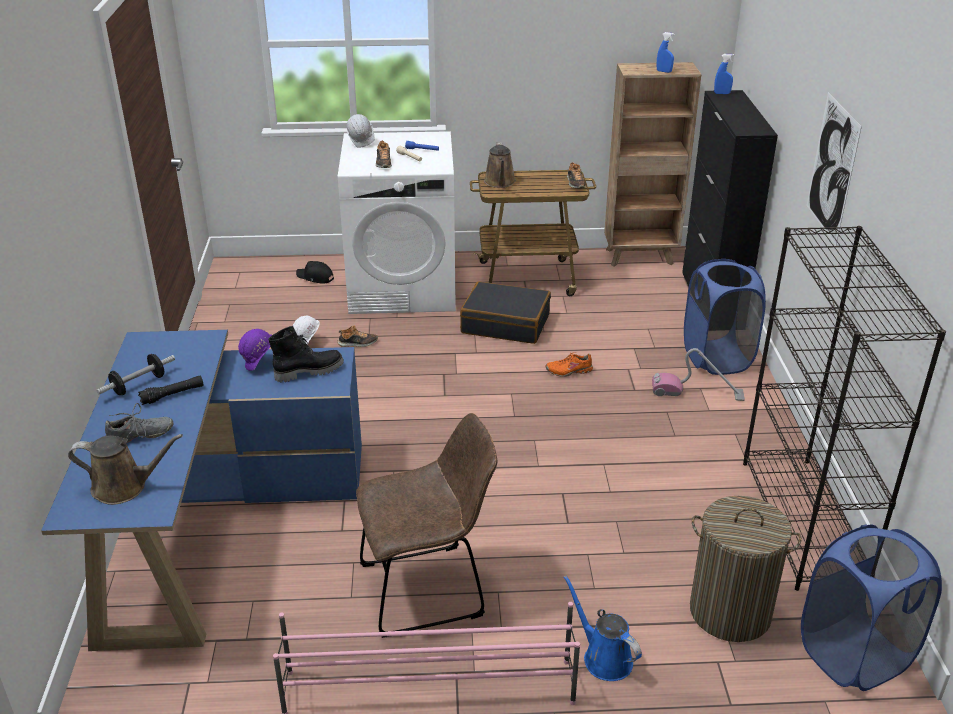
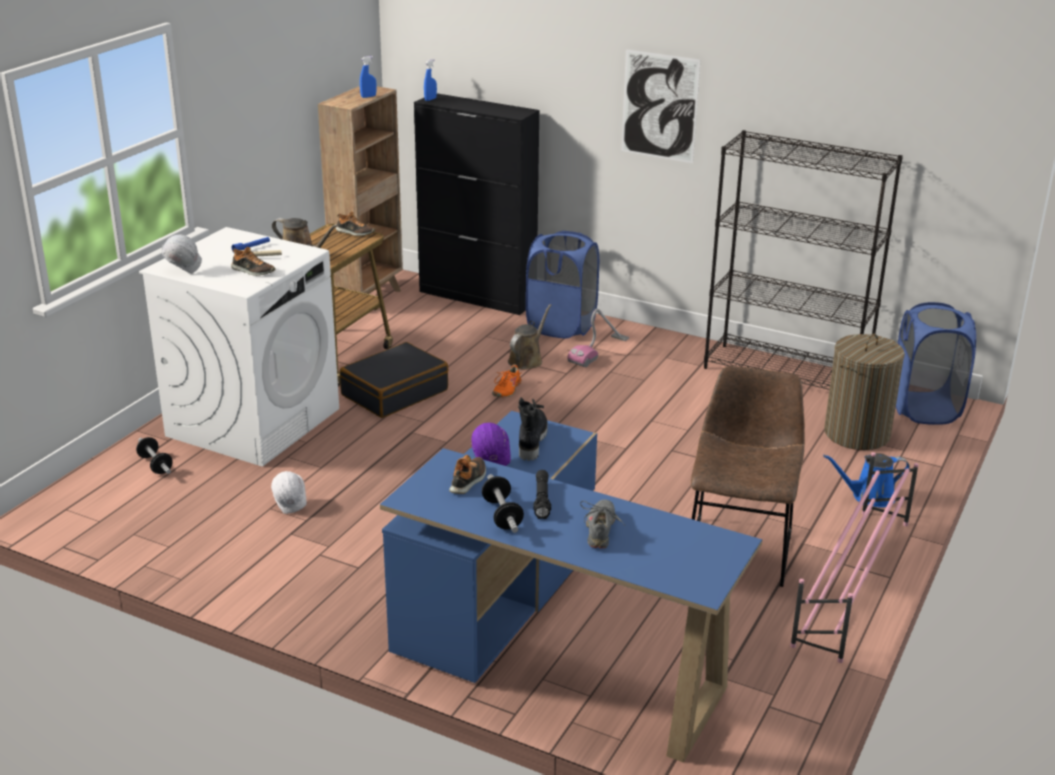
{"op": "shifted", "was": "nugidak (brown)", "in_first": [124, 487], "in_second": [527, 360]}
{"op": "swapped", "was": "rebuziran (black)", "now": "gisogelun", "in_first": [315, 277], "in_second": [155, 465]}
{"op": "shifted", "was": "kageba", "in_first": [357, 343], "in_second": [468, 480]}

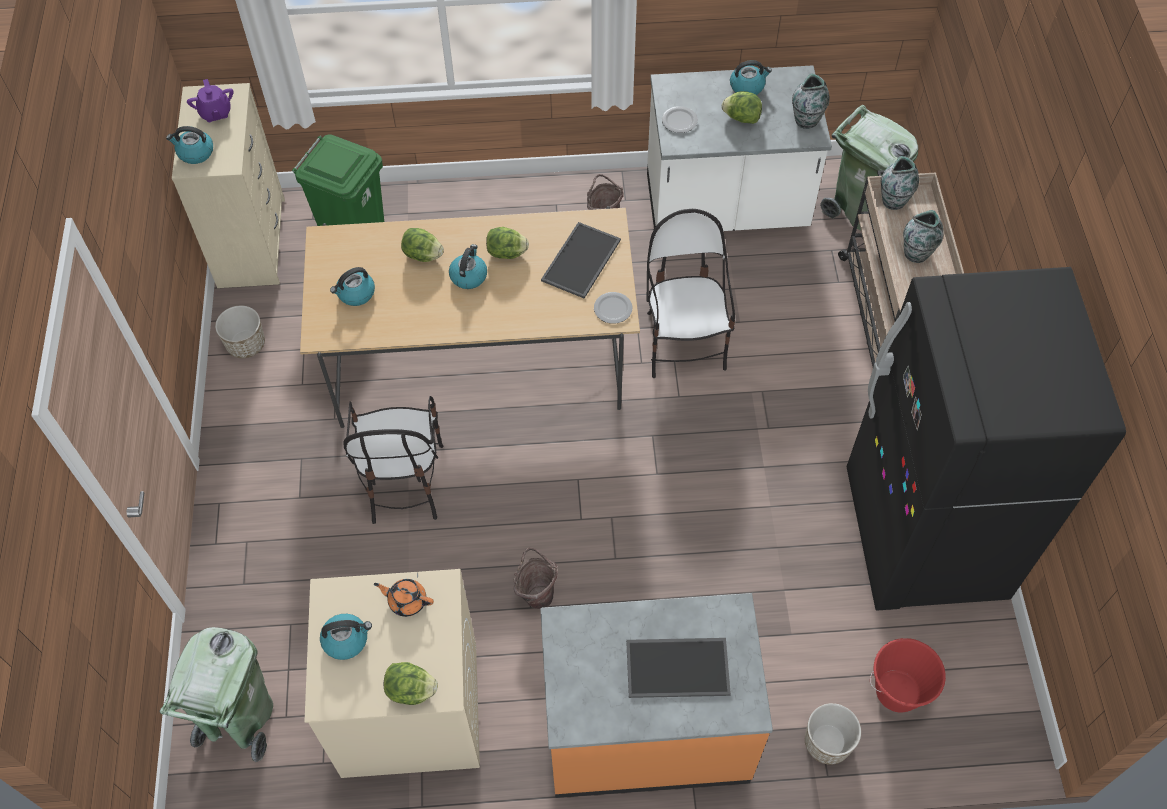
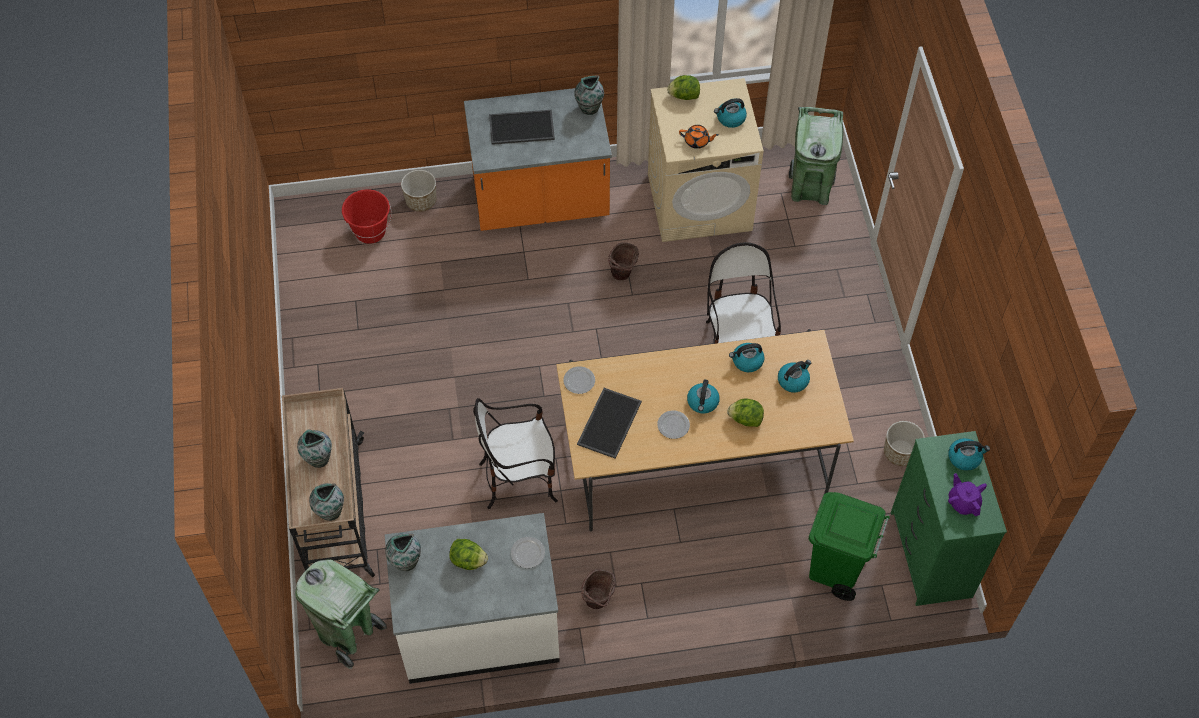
{"op": "repainted", "was": "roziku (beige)", "now": "roziku (green)", "in_first": [252, 242], "in_second": [930, 554]}
{"op": "swapped", "was": "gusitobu", "now": "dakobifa", "in_first": [507, 253], "in_second": [673, 426]}
{"op": "rotated", "was": "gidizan", "in_first": [684, 343], "in_second": [519, 478], "clockwise": 90}
{"op": "shifted", "was": "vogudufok", "in_first": [747, 86], "in_second": [747, 361]}
{"op": "gone", "was": "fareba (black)", "in_first": [923, 536]}
{"op": "new", "now": "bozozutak", "in_second": [589, 108]}

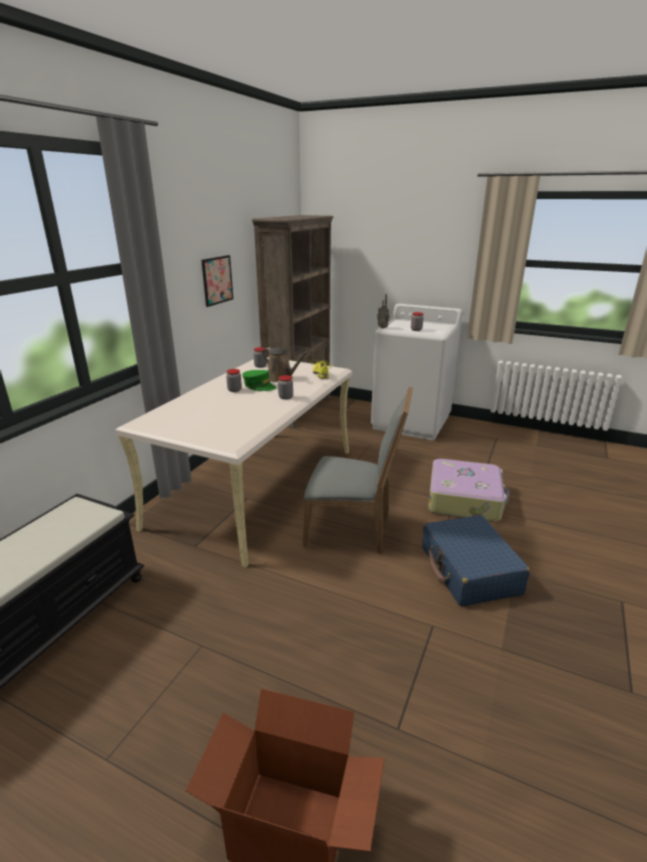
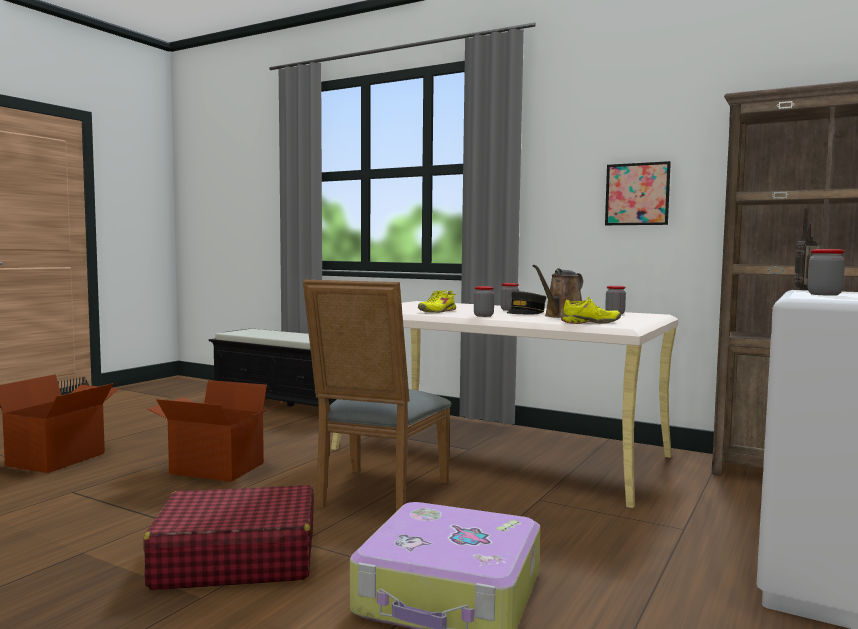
{"op": "repainted", "was": "rebuziran (green)", "now": "rebuziran (grey)", "in_first": [259, 386], "in_second": [526, 313]}
{"op": "repainted", "was": "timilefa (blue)", "now": "timilefa (red)", "in_first": [469, 570], "in_second": [236, 559]}
{"op": "new", "now": "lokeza", "in_second": [216, 469]}
{"op": "new", "now": "kageba (yellow)", "in_second": [437, 311]}

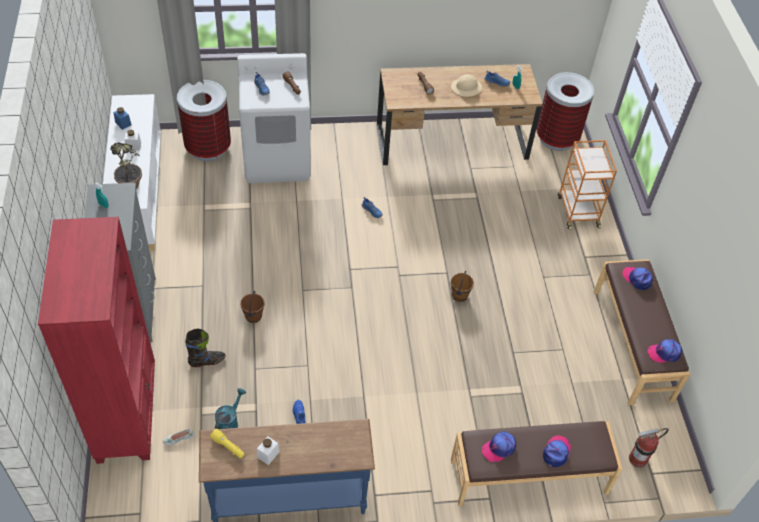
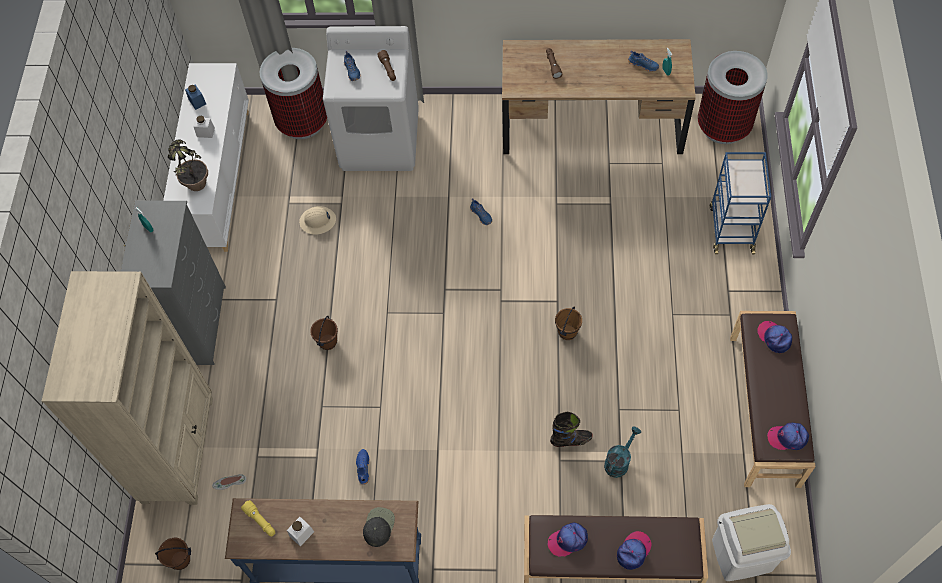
{"op": "repainted", "was": "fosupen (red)", "now": "fosupen (beige)", "in_first": [127, 413], "in_second": [179, 449]}
{"op": "shifted", "was": "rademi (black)", "in_first": [207, 361], "in_second": [571, 440]}
{"op": "shifted", "was": "nugidak (turquoise)", "in_first": [229, 422], "in_second": [619, 461]}
{"op": "shifted", "was": "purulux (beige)", "in_first": [466, 88], "in_second": [318, 221]}
{"op": "repainted", "was": "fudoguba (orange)", "now": "fudoguba (blue)", "in_first": [577, 211], "in_second": [731, 228]}
{"op": "swapped", "was": "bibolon", "now": "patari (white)", "in_first": [637, 459], "in_second": [742, 555]}
{"op": "new", "now": "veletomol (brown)", "in_second": [180, 560]}
{"op": "new", "now": "rebuziran (black)", "in_second": [378, 526]}

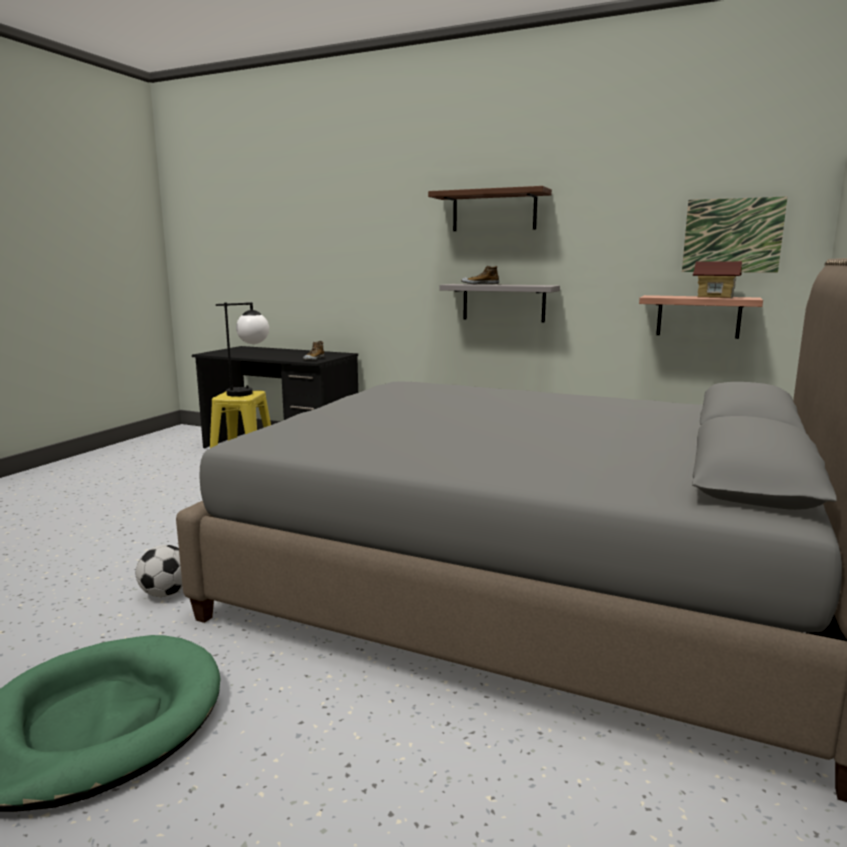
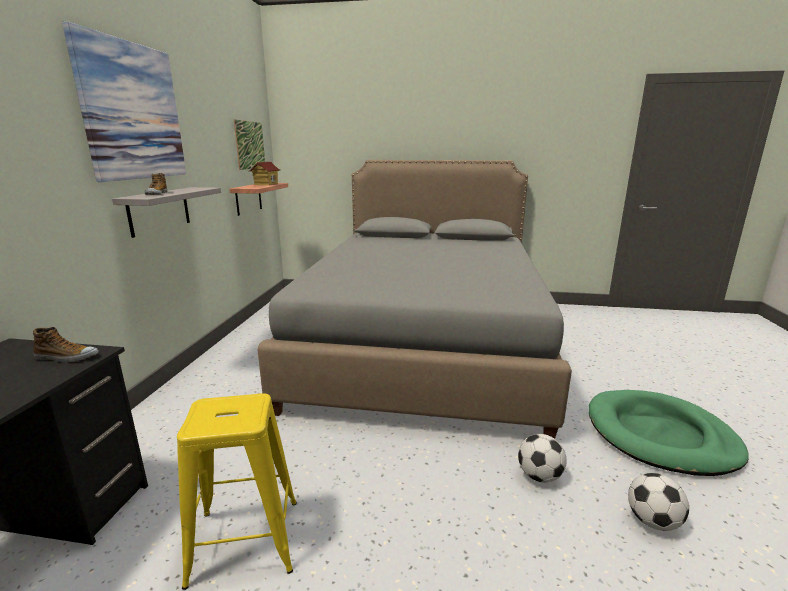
{"op": "gone", "was": "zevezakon", "in_first": [249, 392]}
{"op": "swapped", "was": "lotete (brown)", "now": "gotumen", "in_first": [494, 211], "in_second": [132, 112]}
{"op": "new", "now": "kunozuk", "in_second": [653, 521]}

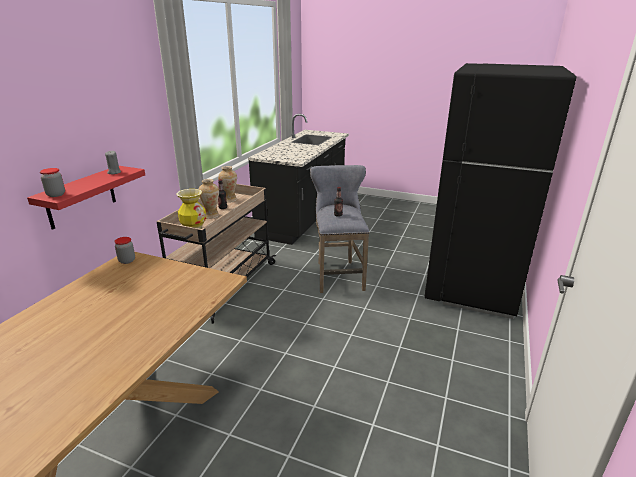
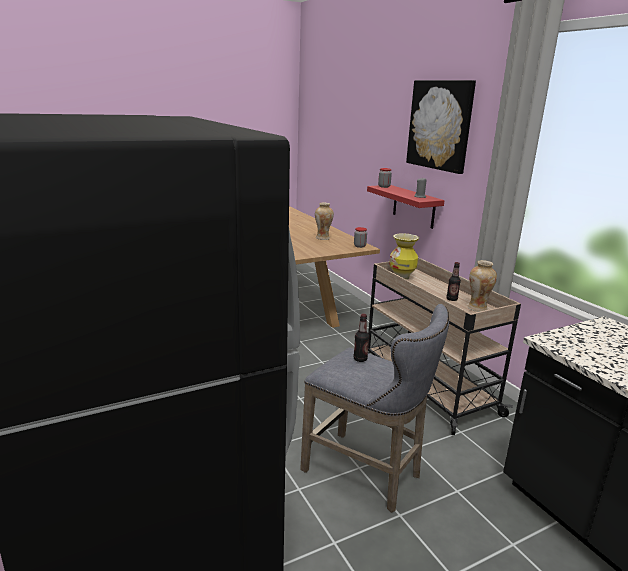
{"op": "shifted", "was": "bozozutak", "in_first": [211, 216], "in_second": [323, 238]}
{"op": "new", "now": "gotumen", "in_second": [440, 125]}

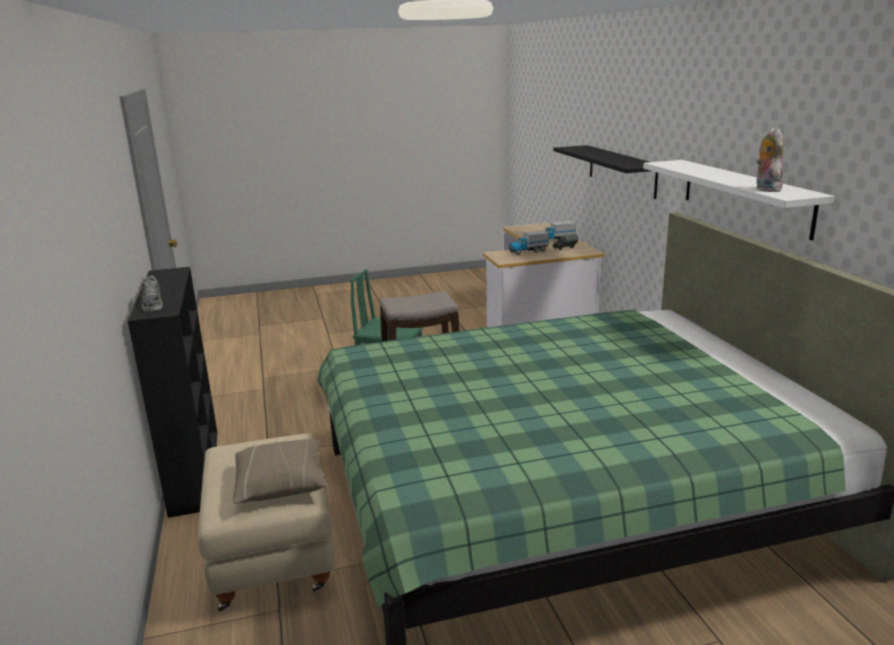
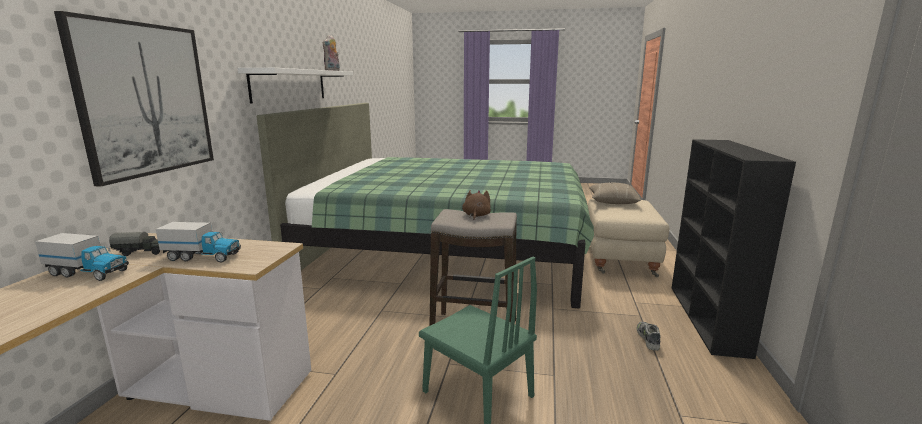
{"op": "shifted", "was": "kageba", "in_first": [152, 304], "in_second": [648, 339]}
{"op": "swapped", "was": "lotete (black)", "now": "gotumen", "in_first": [621, 170], "in_second": [146, 100]}
{"op": "new", "now": "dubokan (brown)", "in_second": [476, 215]}

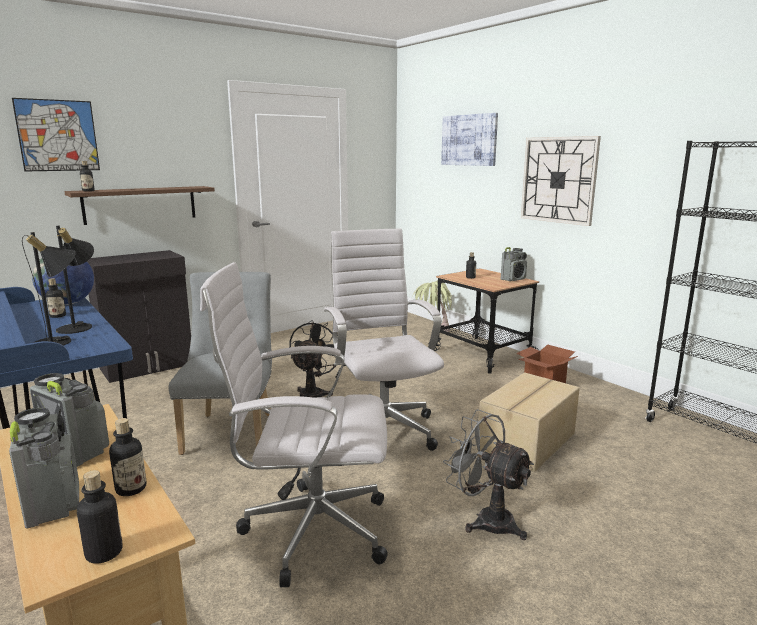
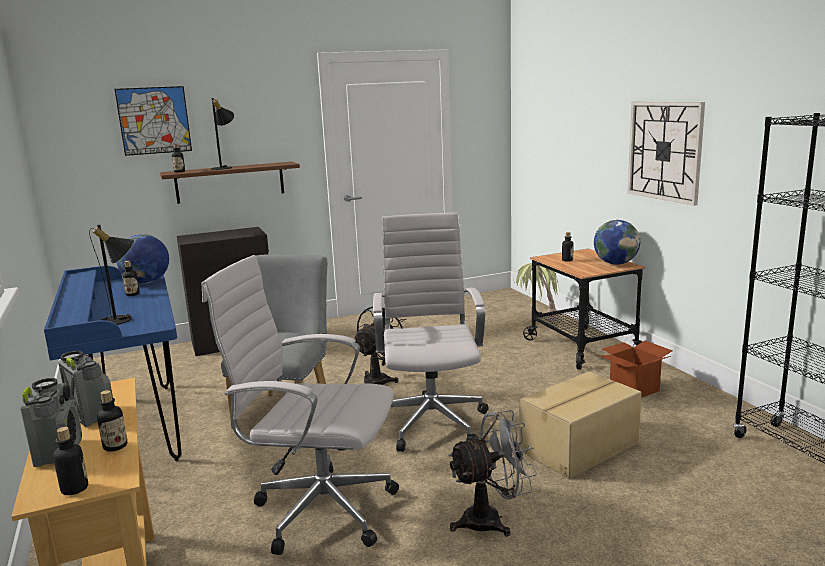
{"op": "shifted", "was": "zevezakon (black)", "in_first": [79, 326], "in_second": [224, 168]}
{"op": "gone", "was": "gotumen", "in_first": [469, 140]}
{"op": "rotated", "was": "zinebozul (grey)", "in_first": [486, 519], "in_second": [491, 520], "clockwise": 105}
{"op": "swapped", "was": "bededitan", "now": "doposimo", "in_first": [513, 279], "in_second": [615, 263]}

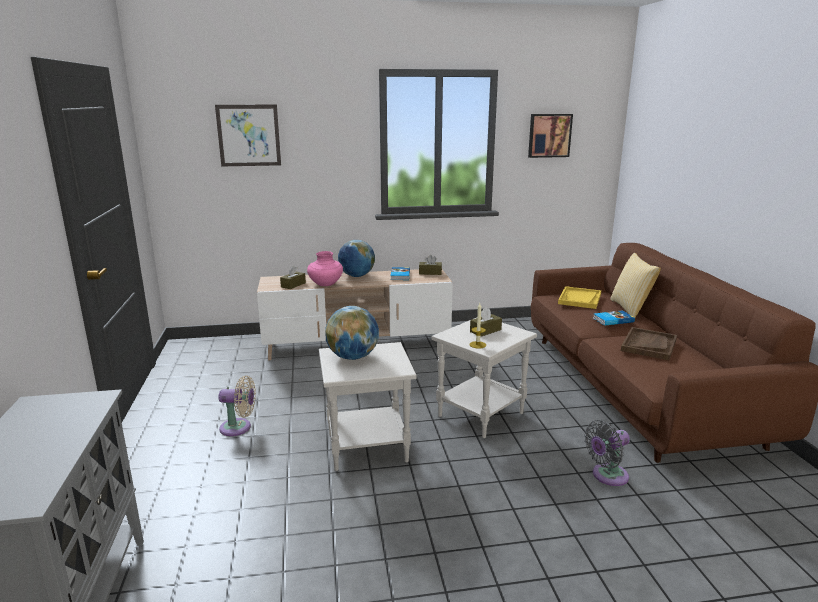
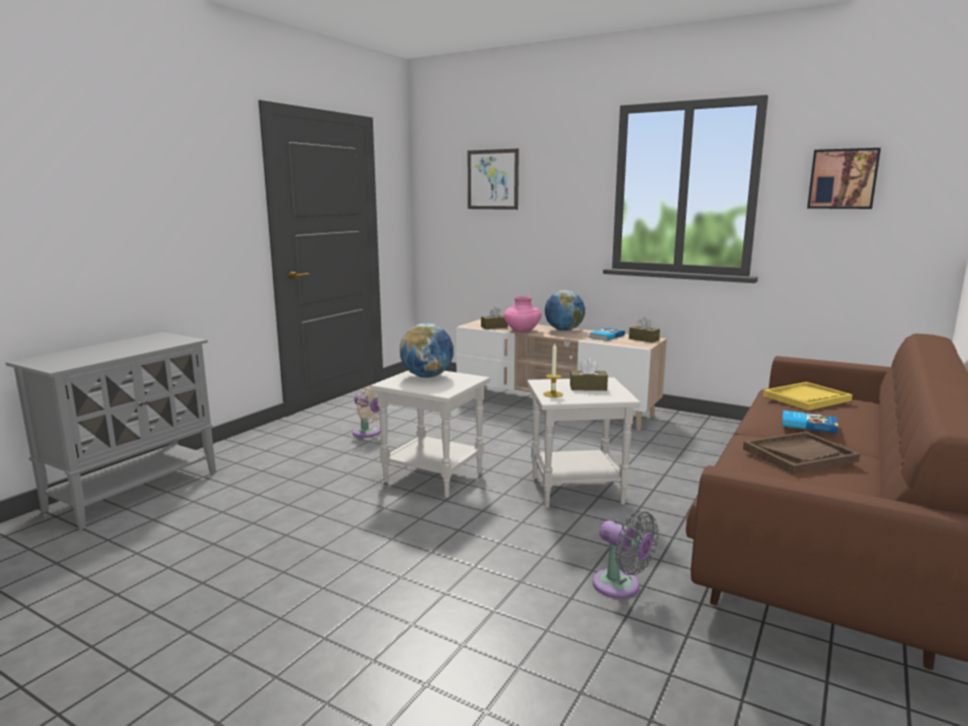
{"op": "rotated", "was": "zinebozul (grey)", "in_first": [607, 476], "in_second": [620, 587], "clockwise": -150}
{"op": "gone", "was": "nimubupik", "in_first": [631, 309]}

